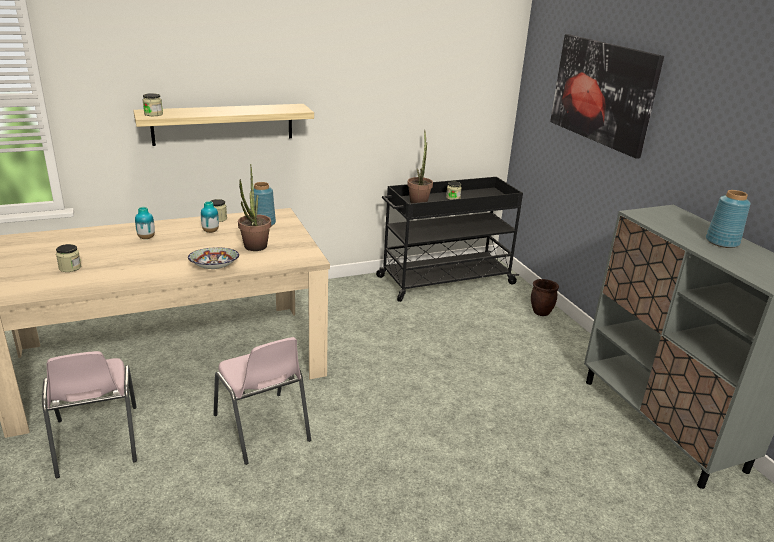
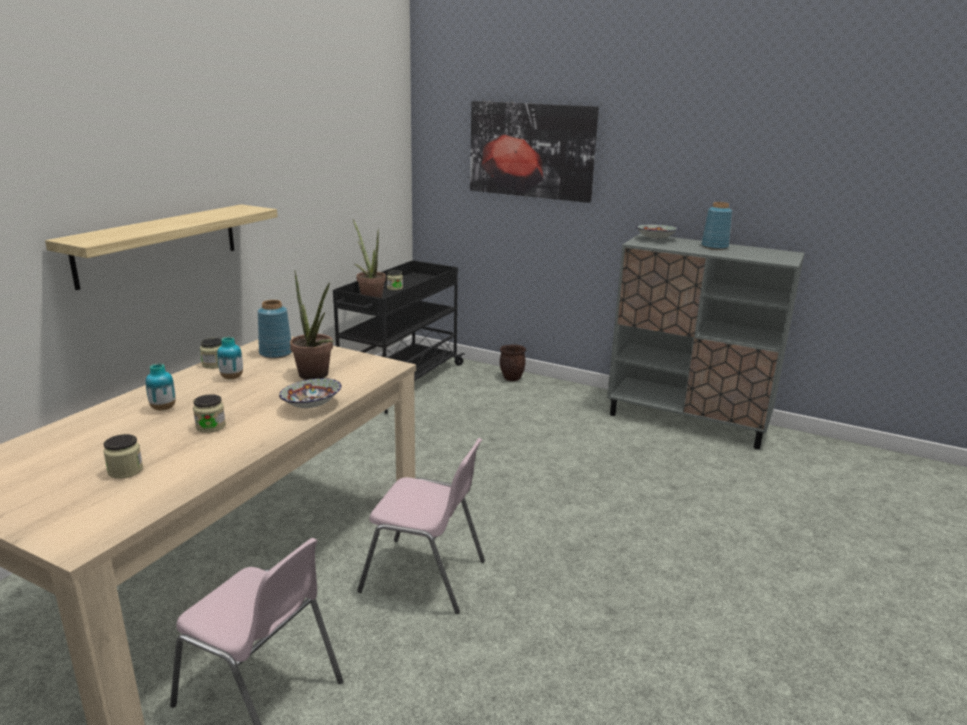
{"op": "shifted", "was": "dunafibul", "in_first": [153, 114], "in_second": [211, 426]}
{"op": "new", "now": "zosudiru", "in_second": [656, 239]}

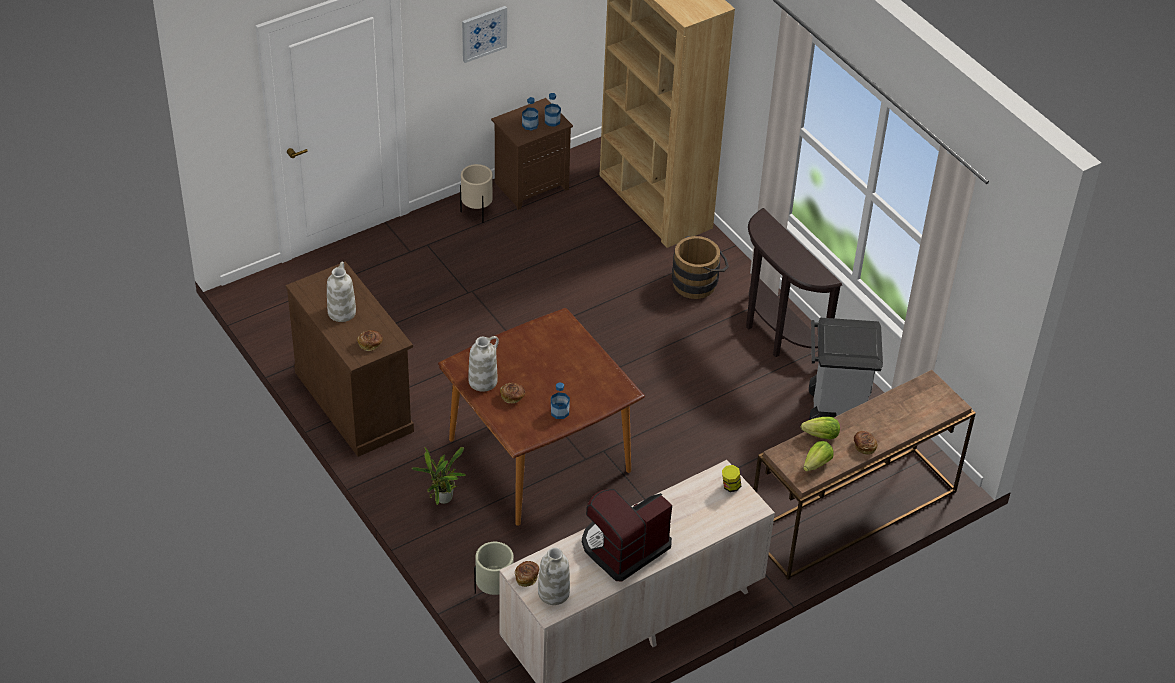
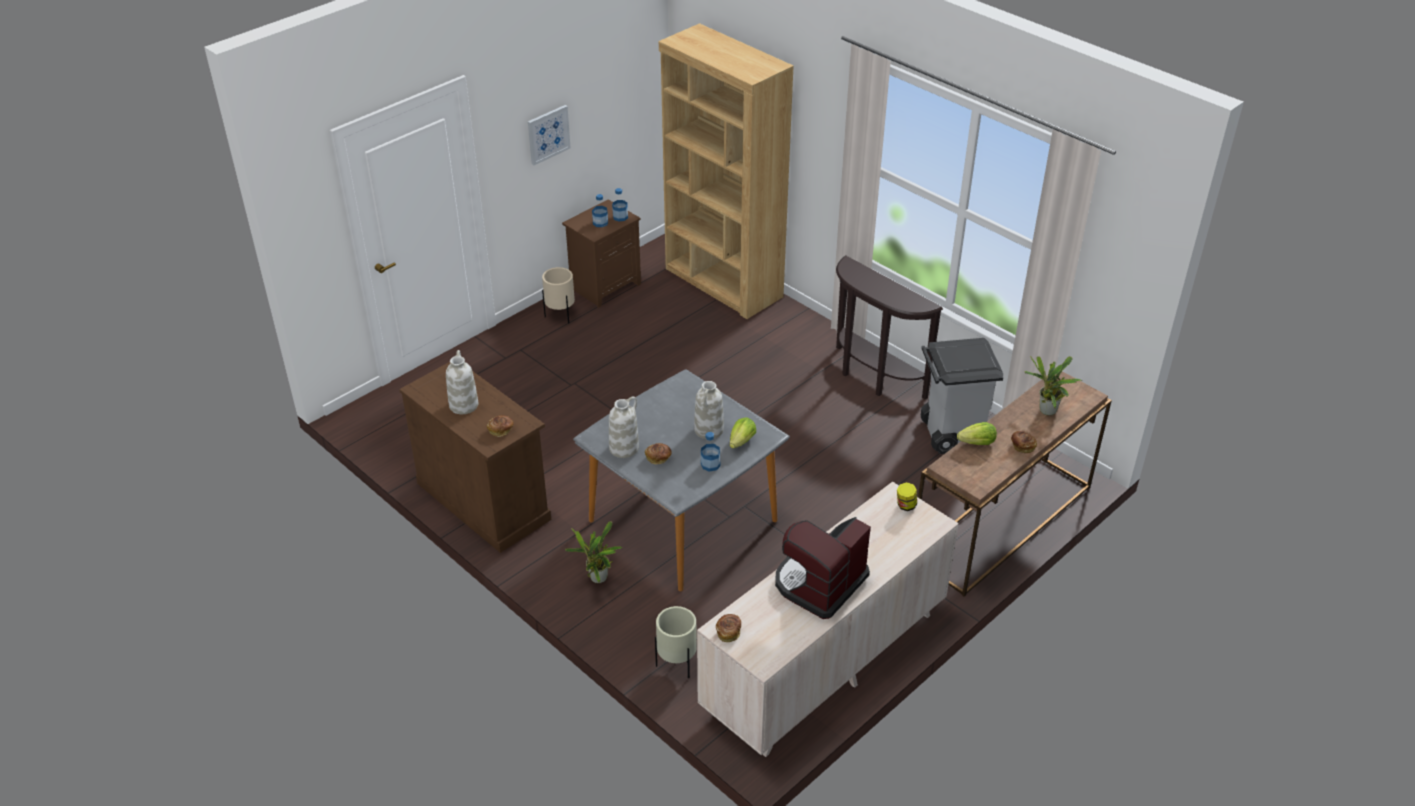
{"op": "repainted", "was": "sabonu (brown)", "now": "sabonu (grey)", "in_first": [538, 456], "in_second": [682, 521]}
{"op": "shifted", "was": "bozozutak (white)", "in_first": [553, 593], "in_second": [709, 430]}
{"op": "gone", "was": "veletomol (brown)", "in_first": [698, 282]}
{"op": "shifted", "was": "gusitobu", "in_first": [817, 464], "in_second": [742, 441]}
{"op": "new", "now": "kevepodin", "in_second": [1046, 412]}

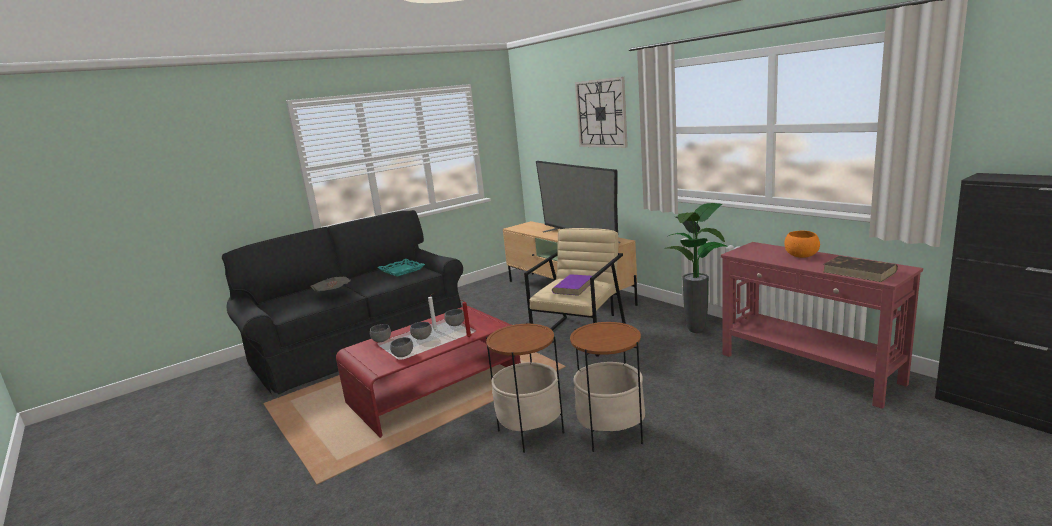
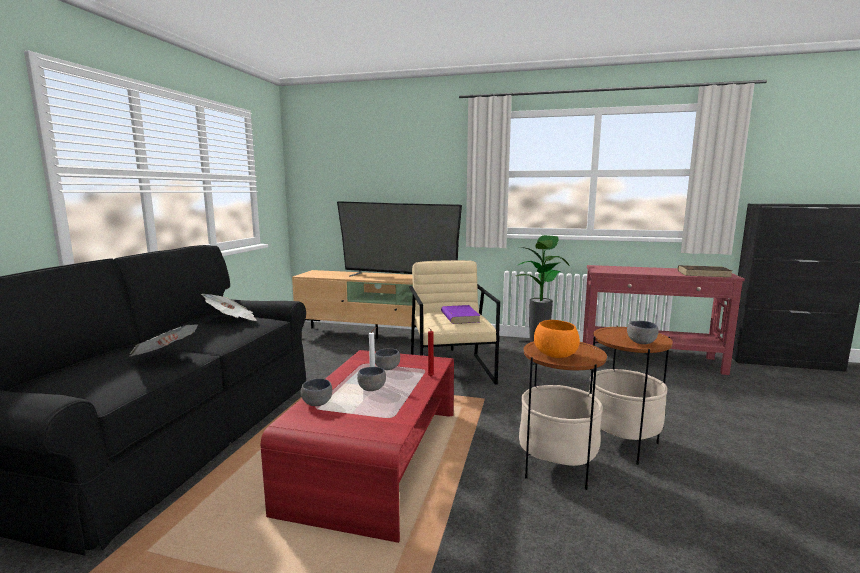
{"op": "swapped", "was": "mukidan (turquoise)", "now": "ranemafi", "in_first": [402, 270], "in_second": [232, 320]}
{"op": "shifted", "was": "zosudiru (grey)", "in_first": [402, 355], "in_second": [642, 343]}
{"op": "gone", "was": "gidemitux", "in_first": [601, 113]}
{"op": "shifted", "was": "zosudiru (orange)", "in_first": [801, 256], "in_second": [555, 355]}

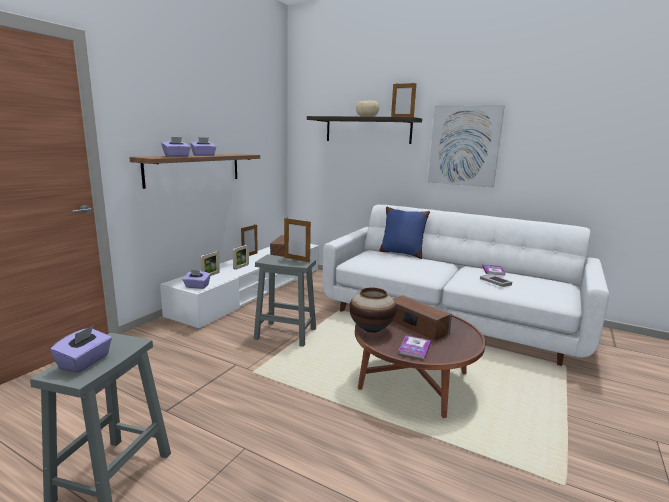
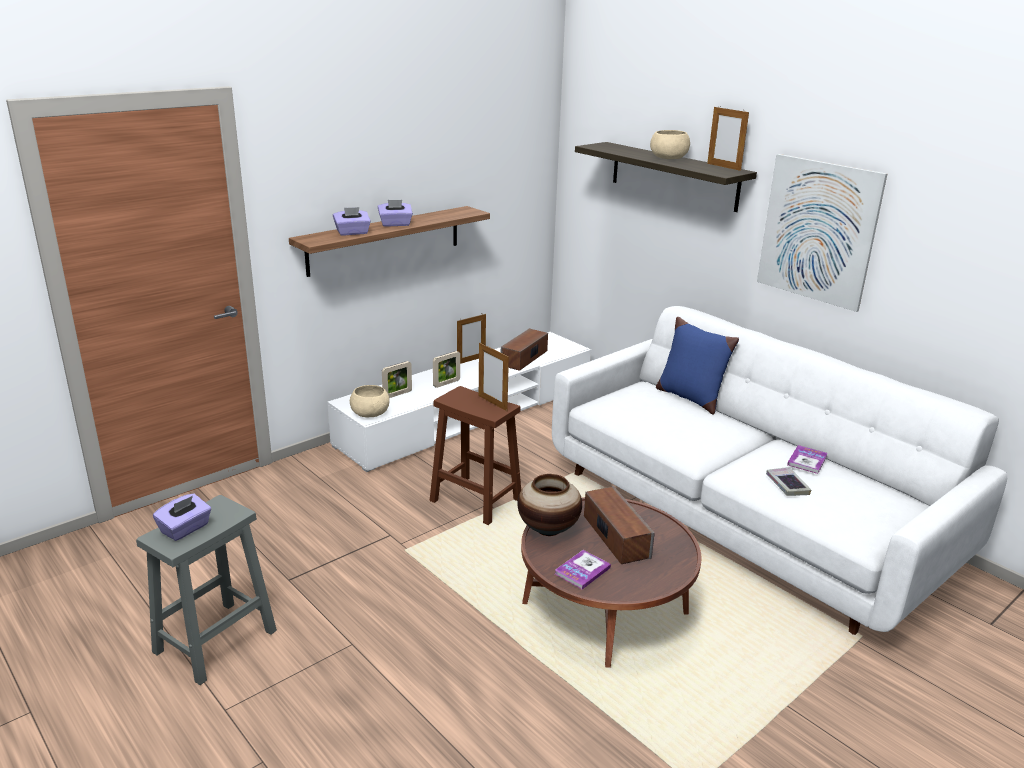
{"op": "swapped", "was": "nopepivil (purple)", "now": "zosudiru (beige)", "in_first": [197, 286], "in_second": [370, 413]}
{"op": "repainted", "was": "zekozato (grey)", "now": "zekozato (brown)", "in_first": [287, 334], "in_second": [477, 500]}

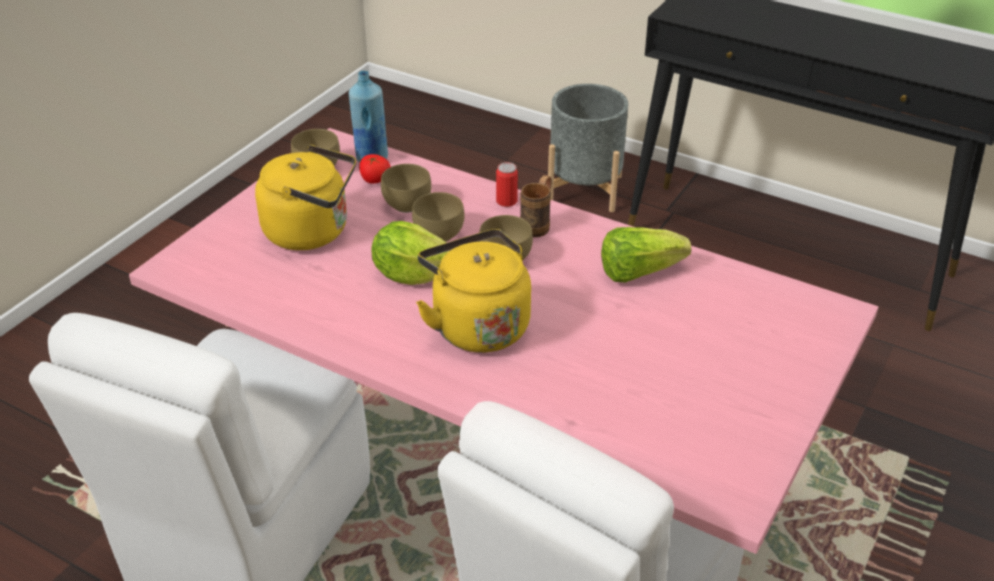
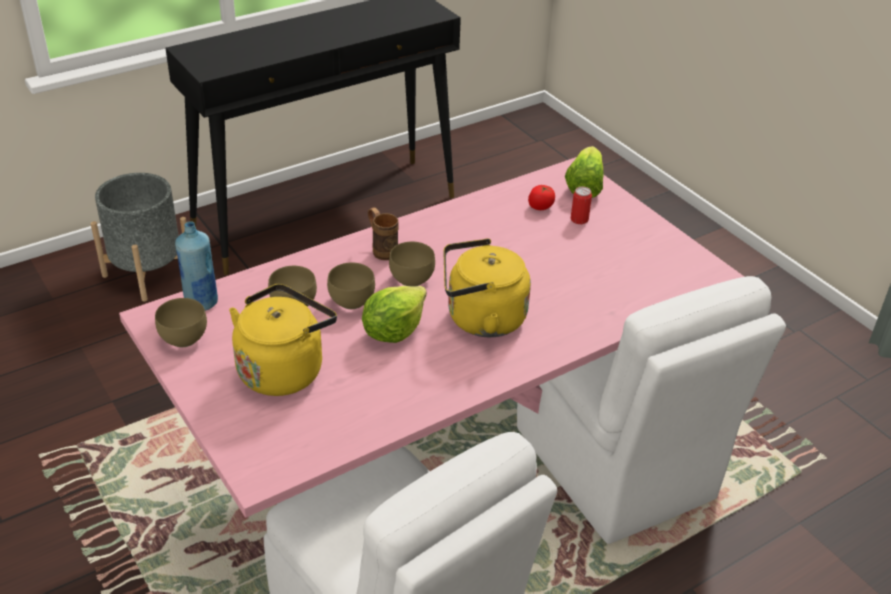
{"op": "shifted", "was": "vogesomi", "in_first": [375, 180], "in_second": [540, 206]}
{"op": "shifted", "was": "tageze", "in_first": [506, 201], "in_second": [579, 219]}
{"op": "shifted", "was": "gusitobu", "in_first": [638, 272], "in_second": [584, 186]}

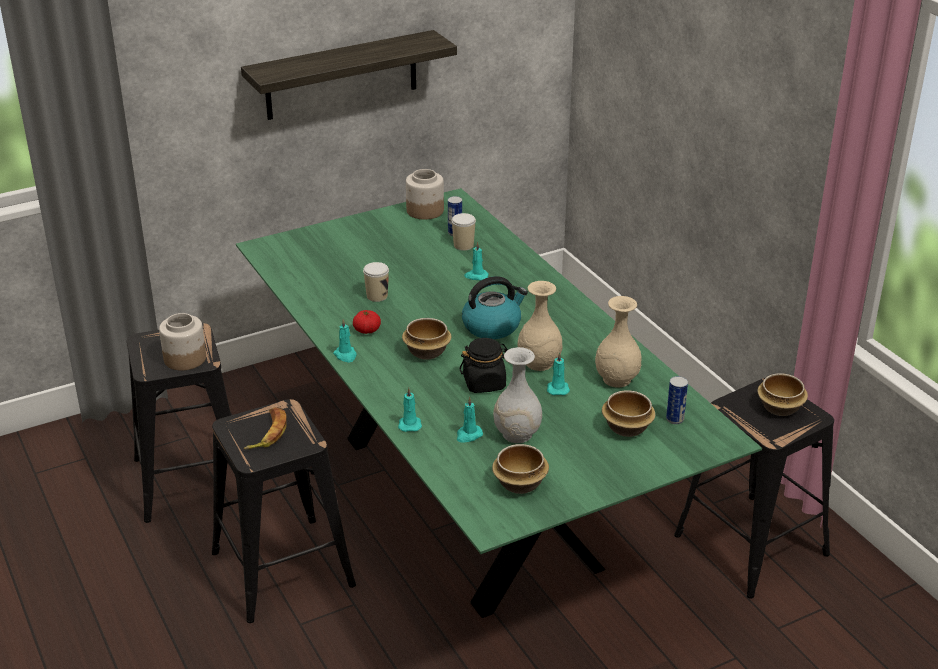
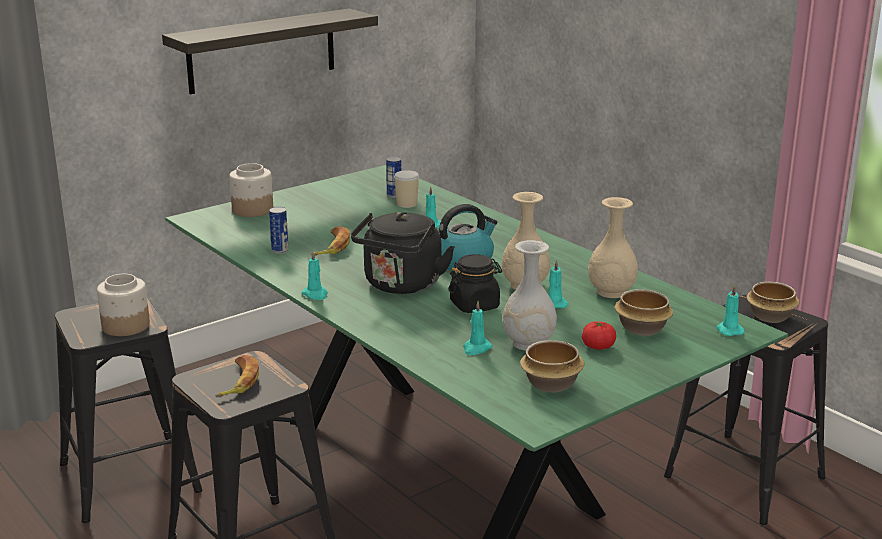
{"op": "shifted", "was": "vogesomi", "in_first": [367, 330], "in_second": [598, 346]}
{"op": "swapped", "was": "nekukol", "now": "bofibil", "in_first": [377, 296], "in_second": [331, 246]}
{"op": "shifted", "was": "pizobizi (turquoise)", "in_first": [409, 424], "in_second": [728, 330]}
{"op": "swapped", "was": "zosudiru", "now": "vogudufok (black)", "in_first": [426, 352], "in_second": [401, 286]}
{"op": "shifted", "was": "dunafibul", "in_first": [424, 211], "in_second": [252, 210]}
{"op": "shifted", "was": "tageze", "in_first": [675, 419], "in_second": [280, 250]}

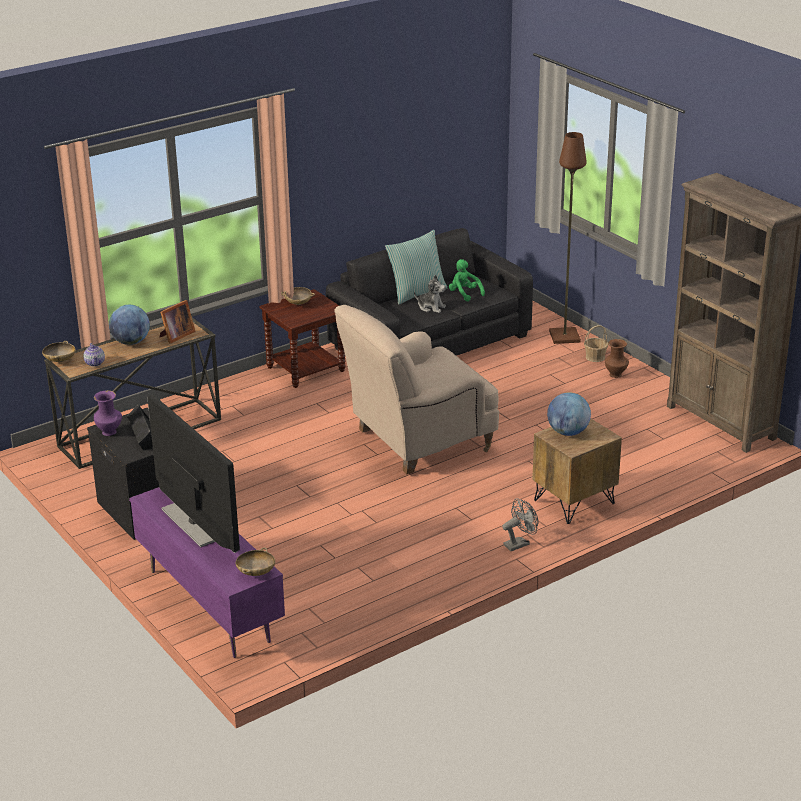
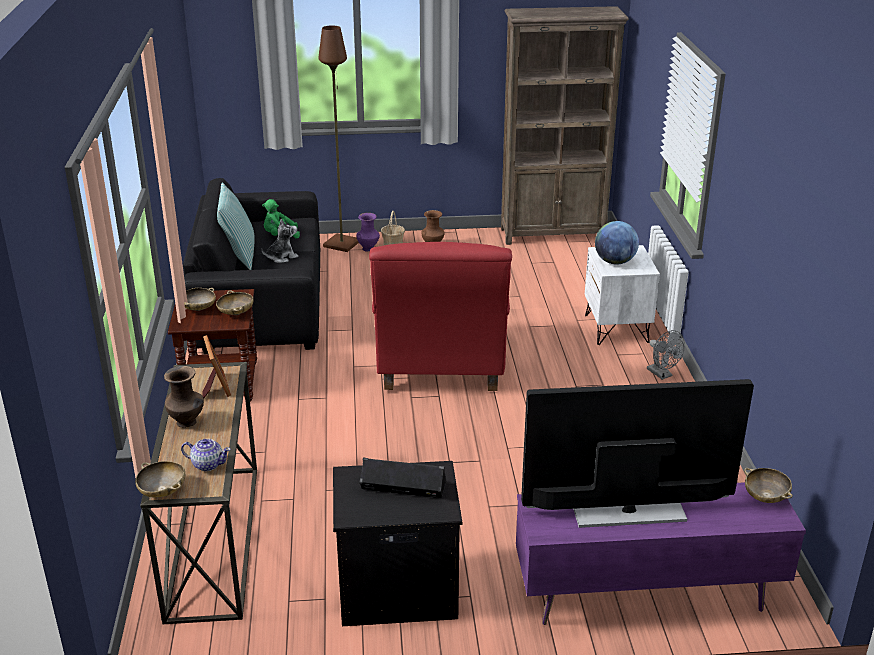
{"op": "shifted", "was": "bozozutak (purple)", "in_first": [110, 432], "in_second": [368, 248]}
{"op": "swapped", "was": "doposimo", "now": "bozozutak (brown)", "in_first": [131, 342], "in_second": [187, 422]}
{"op": "repainted", "was": "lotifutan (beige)", "now": "lotifutan (red)", "in_first": [418, 443], "in_second": [441, 368]}
{"op": "rotated", "was": "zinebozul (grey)", "in_first": [519, 543], "in_second": [662, 374], "clockwise": 150}
{"op": "repainted", "was": "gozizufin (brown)", "now": "gozizufin (white)", "in_first": [574, 502], "in_second": [617, 329]}
{"op": "new", "now": "zosudiru (beige)", "in_second": [236, 313]}

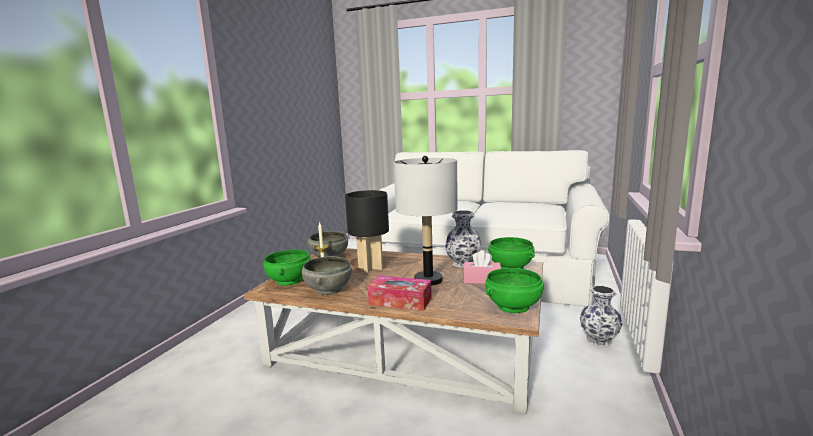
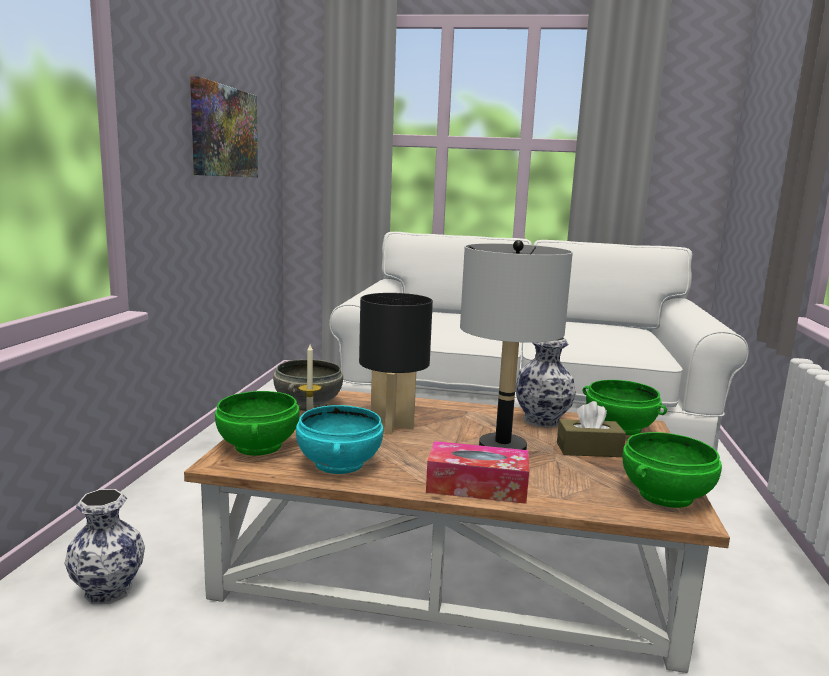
{"op": "repainted", "was": "zosudiru (grey)", "now": "zosudiru (turquoise)", "in_first": [328, 289], "in_second": [338, 464]}
{"op": "repainted", "was": "nopepivil (pink)", "now": "nopepivil (brown)", "in_first": [482, 280], "in_second": [589, 450]}
{"op": "shifted", "was": "bozozutak", "in_first": [599, 340], "in_second": [108, 591]}
{"op": "new", "now": "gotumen", "in_second": [224, 132]}

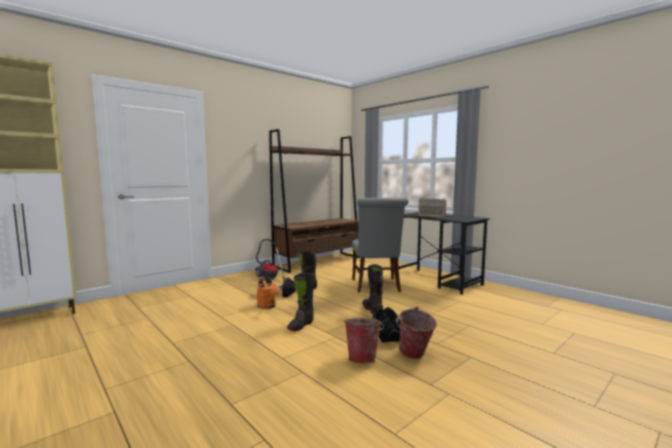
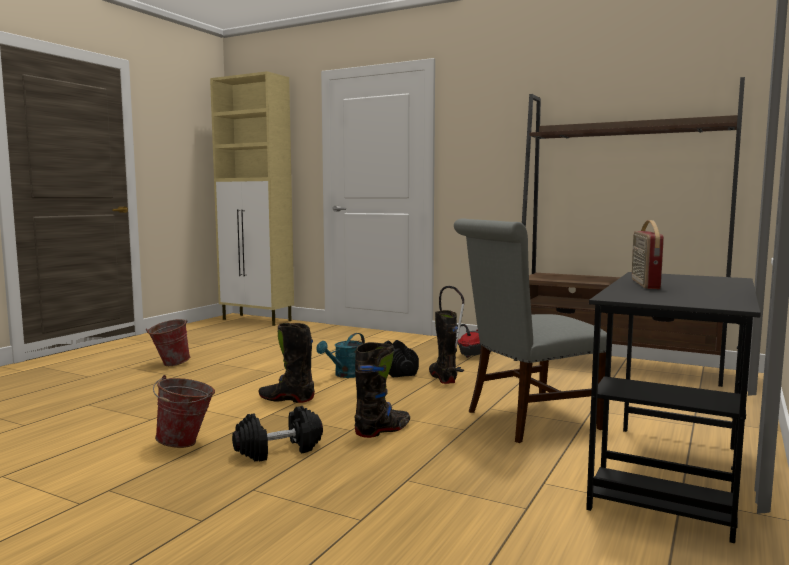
{"op": "repainted", "was": "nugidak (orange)", "now": "nugidak (turquoise)", "in_first": [268, 306], "in_second": [345, 375]}
{"op": "shifted", "was": "veletomol", "in_first": [414, 355], "in_second": [169, 364]}

